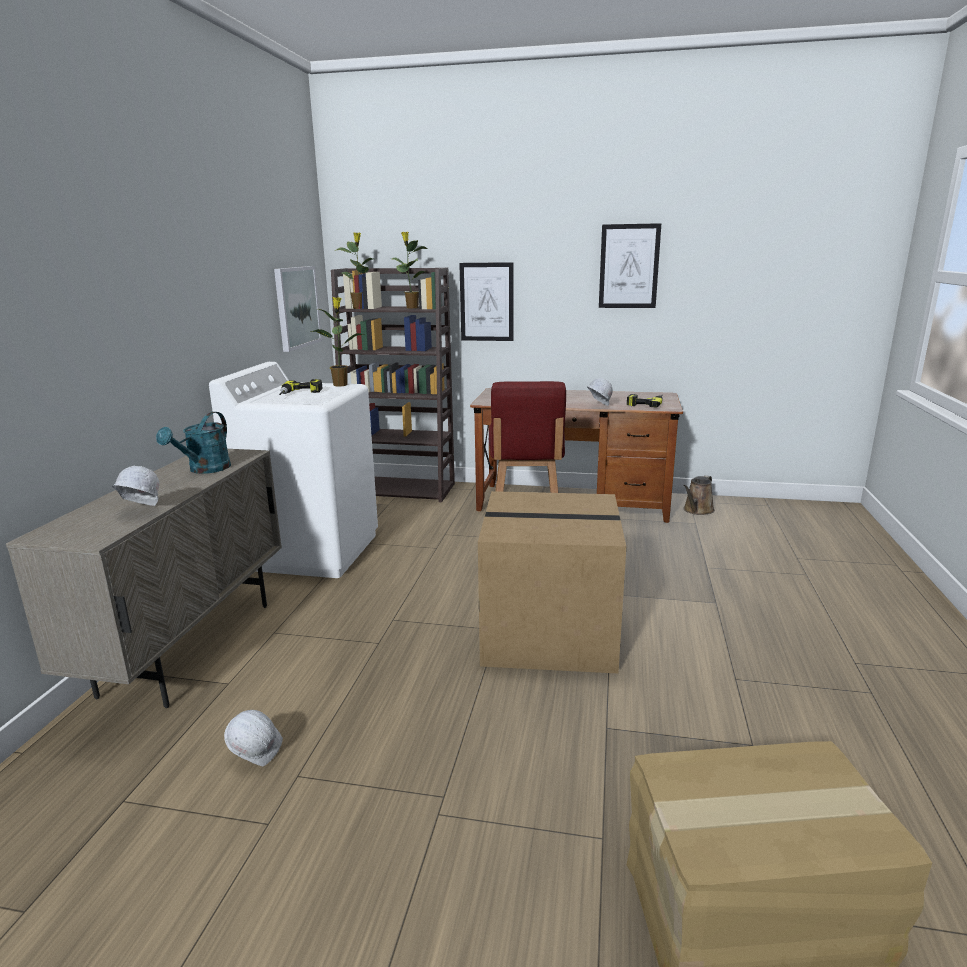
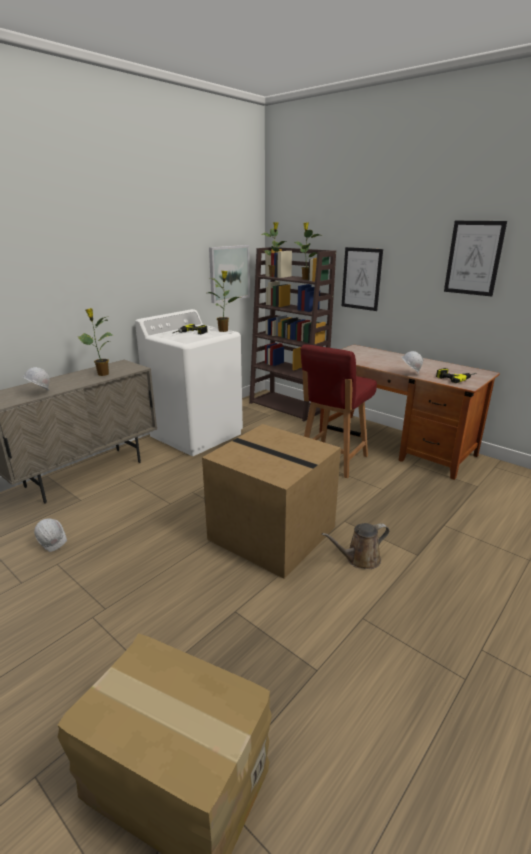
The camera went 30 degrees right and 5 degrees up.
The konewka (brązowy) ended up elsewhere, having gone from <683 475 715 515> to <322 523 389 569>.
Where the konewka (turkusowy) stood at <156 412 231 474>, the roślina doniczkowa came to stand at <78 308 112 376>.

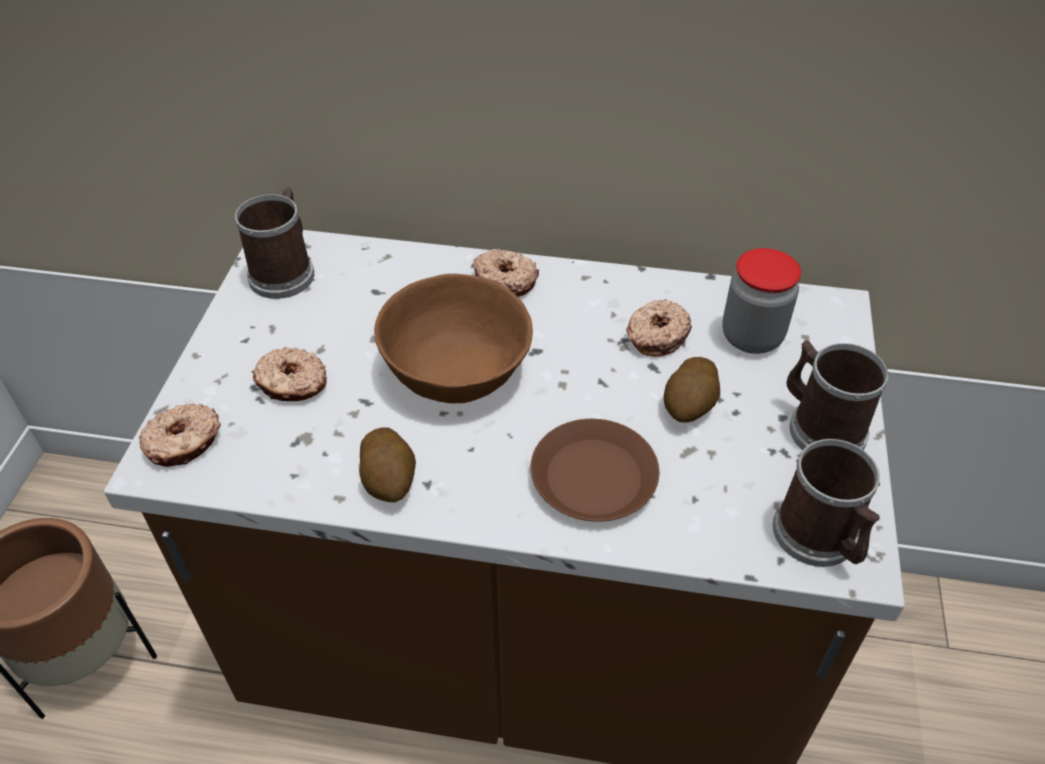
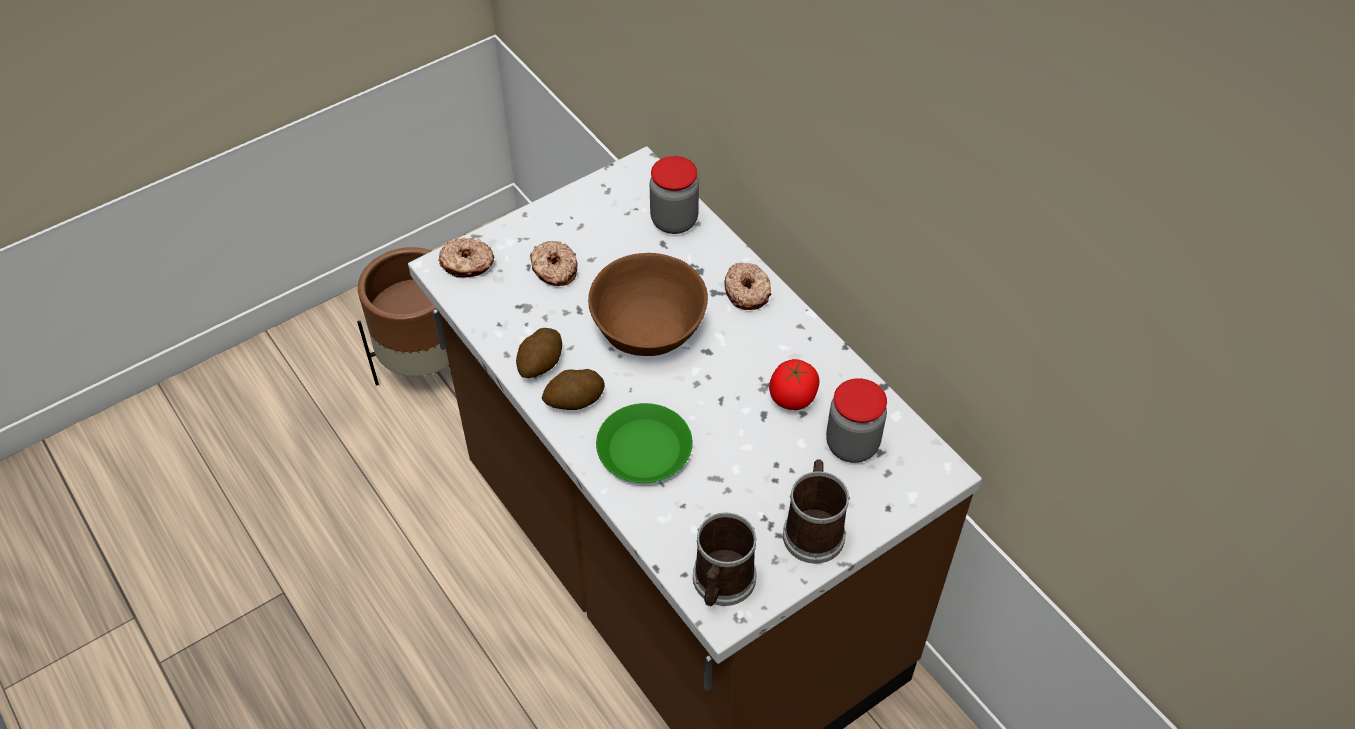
The camera went 45 degrees right and 5 degrees up.
The second view lost the kubek at <235 188 314 299>.
The second view gained the słoik at <650 156 699 234>.
The ziemniak ended up elsewhere, having gone from <664 357 720 423> to <542 369 605 410>.
Where the donut stood at <626 299 692 357>, the pomidor came to stand at <769 359 820 410>.
What was the talerz (brązowy) at <531 419 659 522> turned into the talerz (zielony) at <596 403 693 483>.

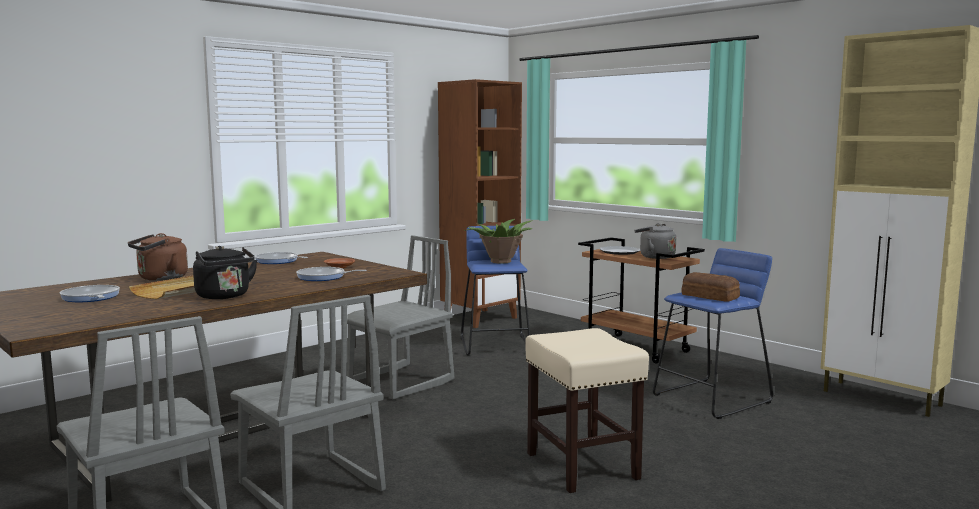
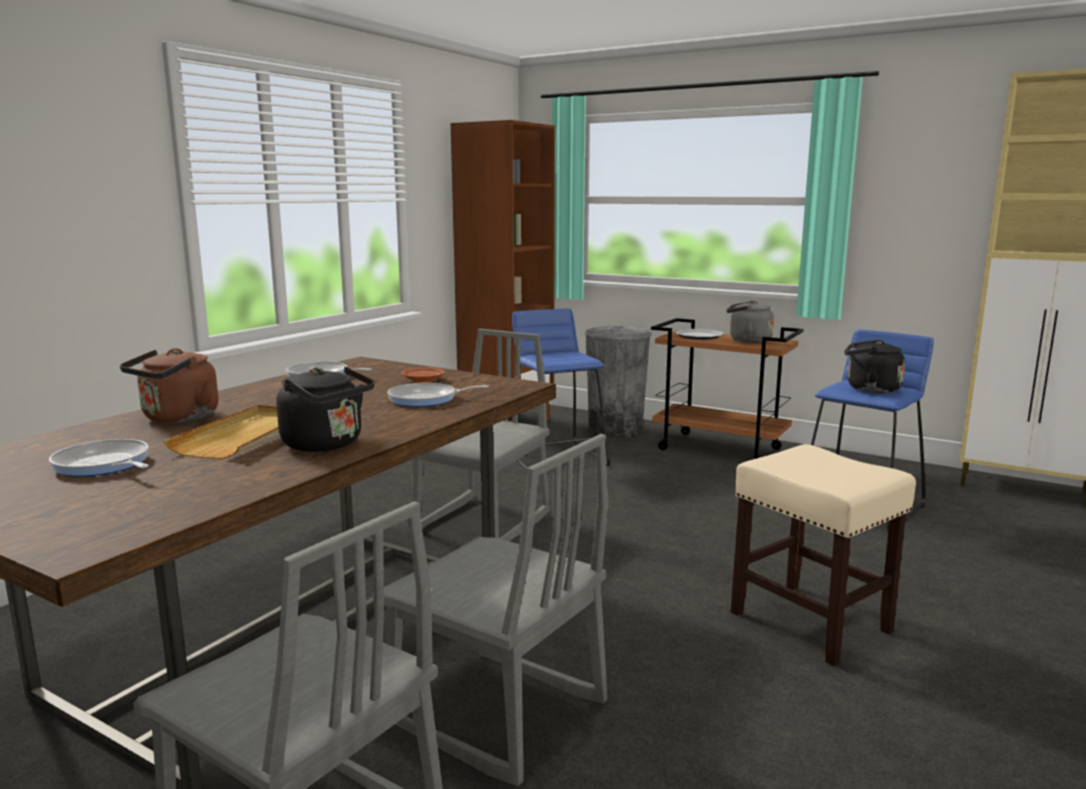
The camera went 15 degrees left and 5 degrees up.
The second view lost the roślina doniczkowa at <464 219 533 264>.
The second view gained the kosz na śmieci (szary) at <584 326 651 439>.
Where the chleb stood at <682 272 740 302>, the czajnik (czarny) came to stand at <844 340 905 393>.

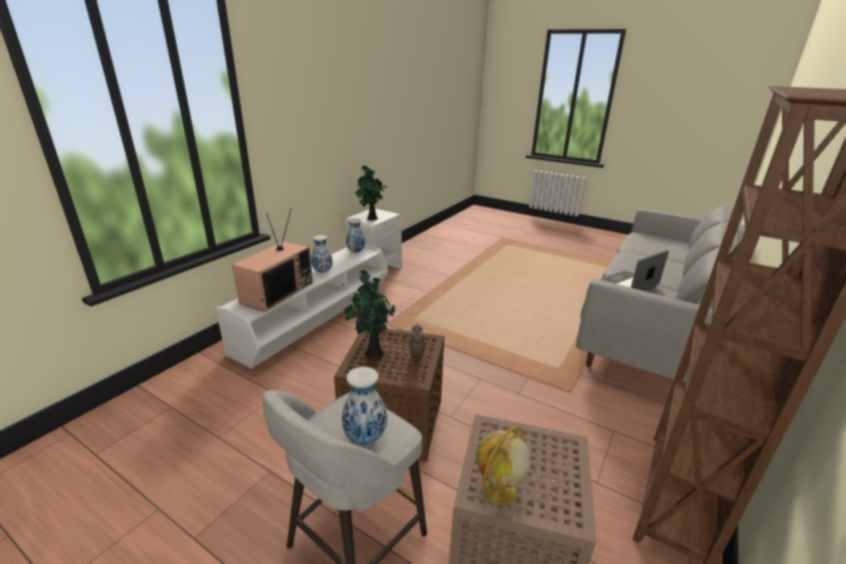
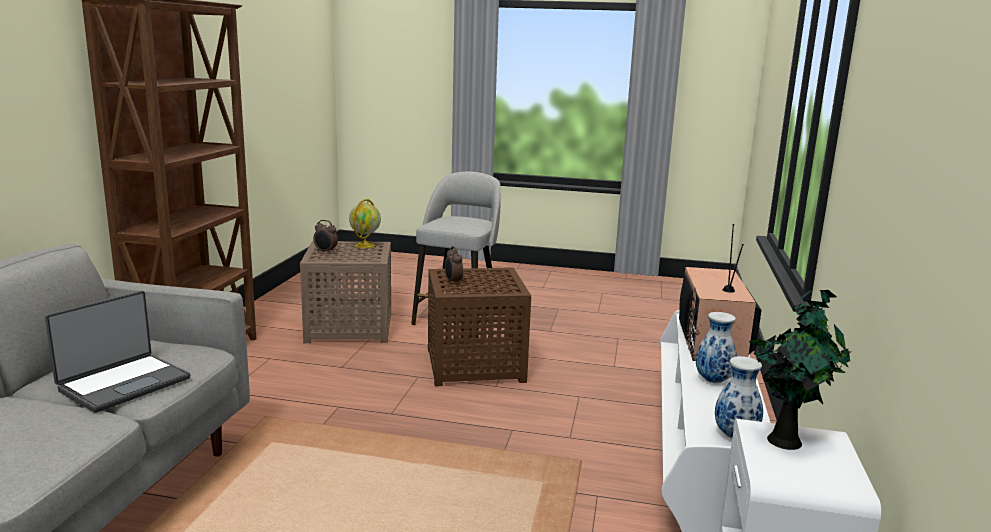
The camera went 160 degrees right and 10 degrees down.
The second view lost the wazon at <342 367 387 444>.
The second view lost the roślina doniczkowa at <344 269 396 360>.
The second view gained the budzik at <313 220 338 254>.

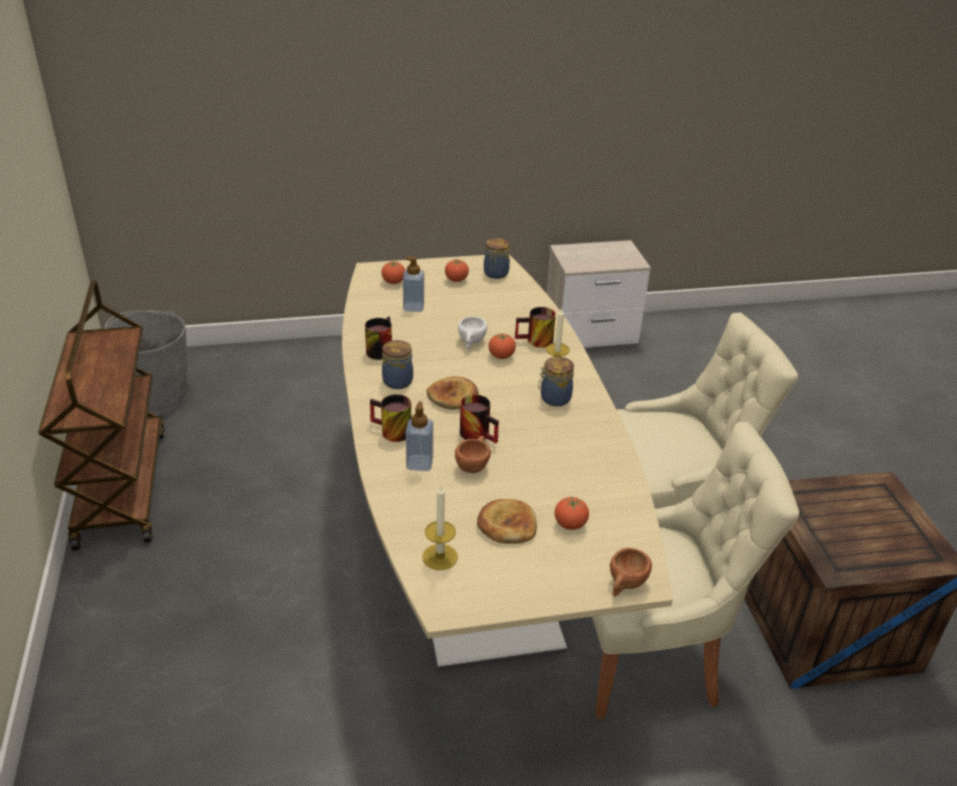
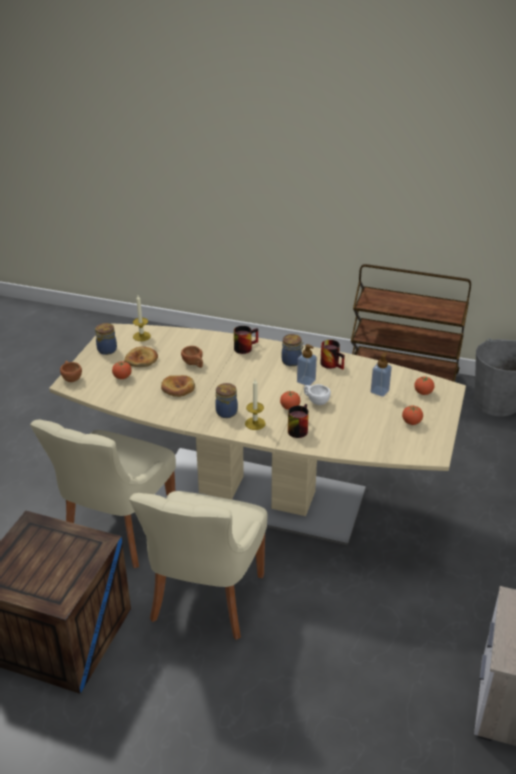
The camera went 120 degrees right and 0 degrees up.
The second view lost the kubek at <460 395 499 444>.
The dozownik mydła ended up elsewhere, having gone from <406 401 433 471> to <297 344 317 386>.
The chleb ended up elsewhere, having gone from <426 376 479 410> to <161 375 195 397>.
The słoik ended up elsewhere, having gone from <484 238 510 279> to <95 323 117 355>.

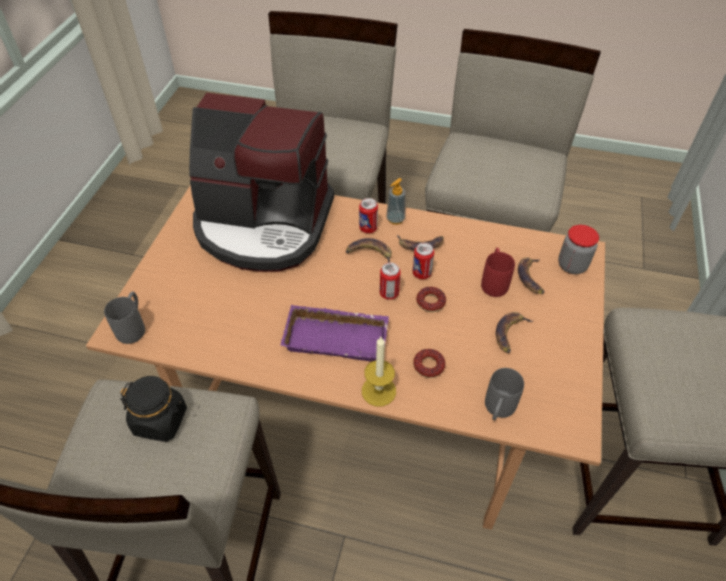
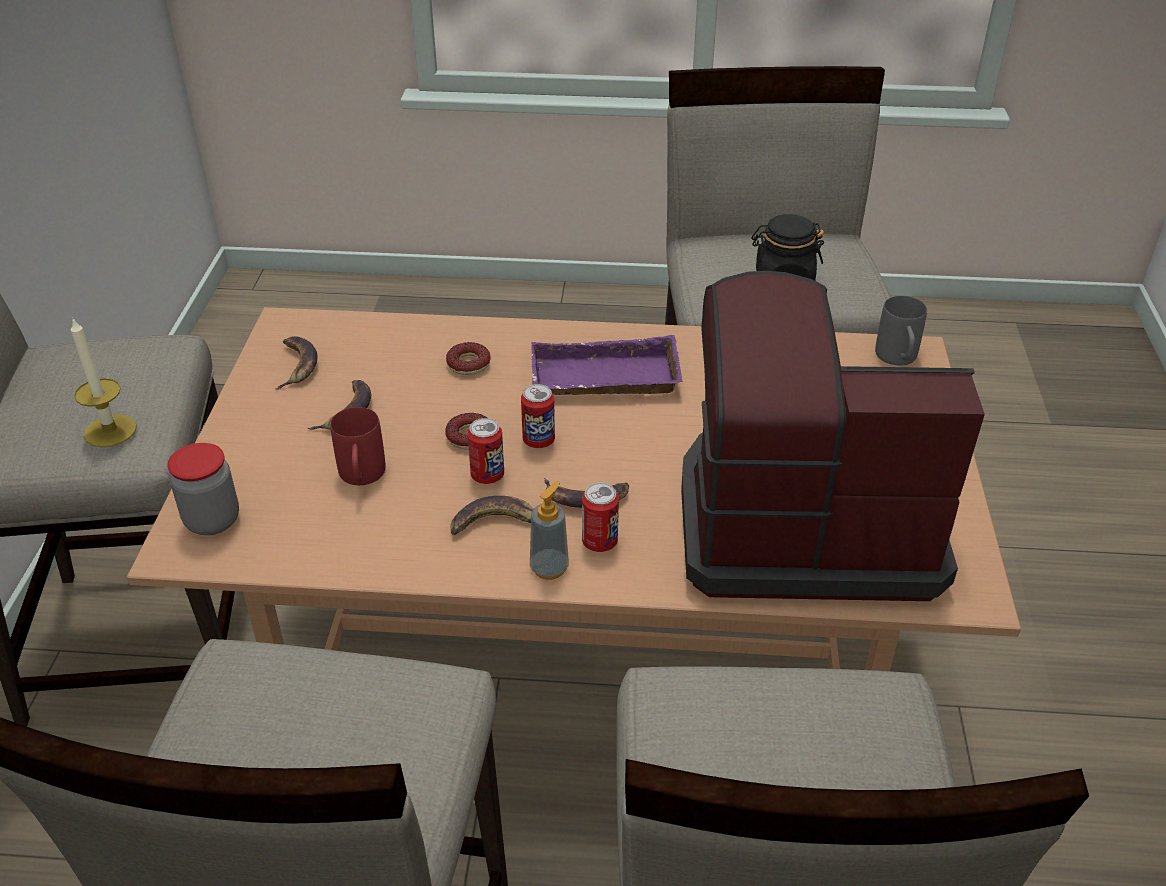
The camera went 170 degrees right and 10 degrees down.
The second view lost the kubek (szary) at <485 368 524 420>.
The świeca ended up elsewhere, having gone from <362 337 396 406> to <71 319 137 447>.
The banan ended up elsewhere, having gone from <518 257 545 294> to <275 336 317 390>.

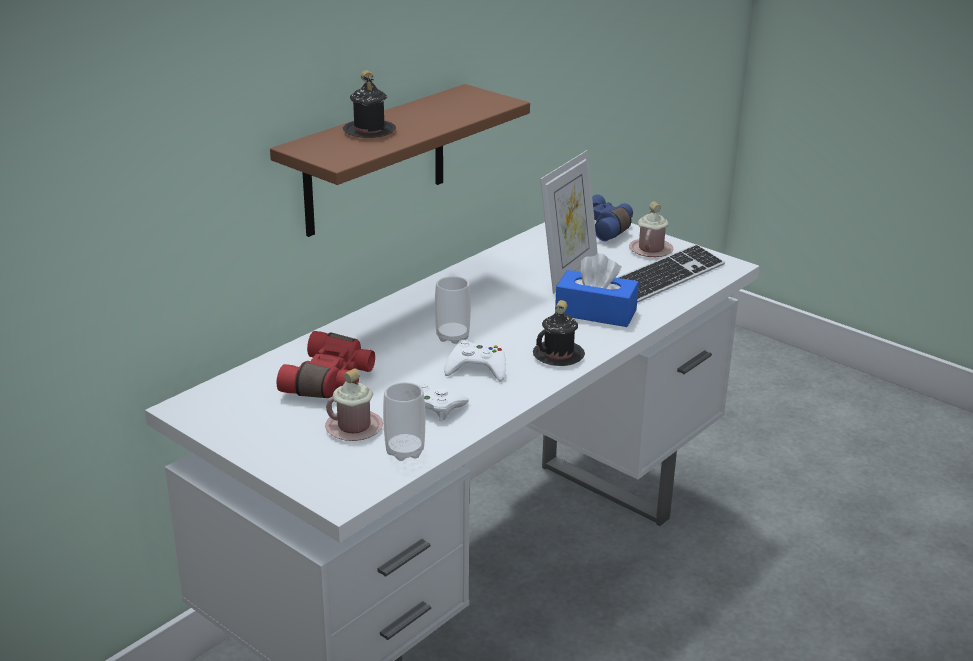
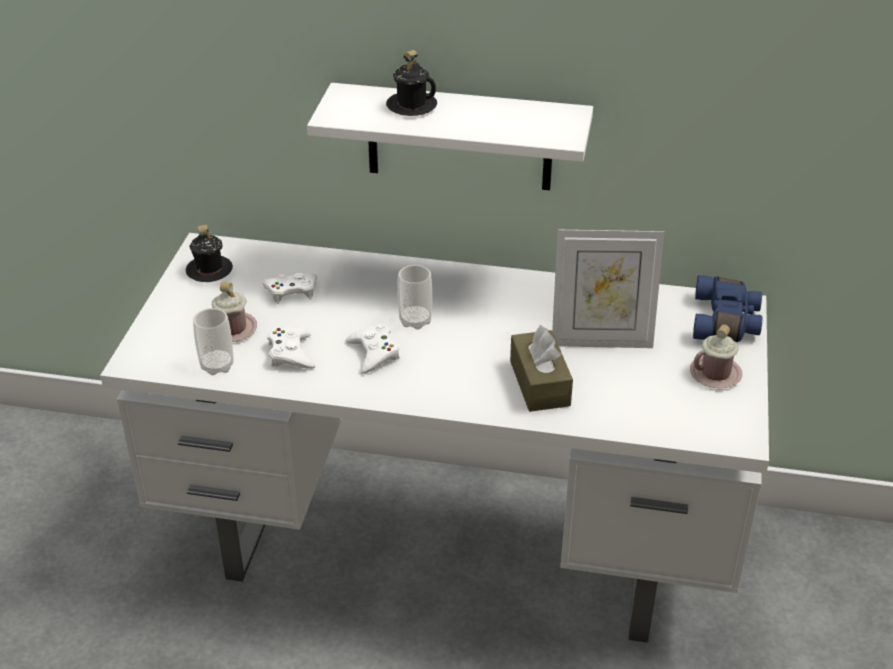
The camera went 60 degrees right and 10 degrees up.
The second view lost the klawiatura at <616 244 725 303>.
The kubek (czarny) ended up elsewhere, having gone from <533 300 585 366> to <186 225 233 282>.
Where the lornetka (czerwony) stood at <277 331 375 398>, the pad do gier (biały) came to stand at <262 273 317 304>.
What was the półka (brązowy) at <270 84 530 237> turned into the półka (biały) at <307 83 593 190>.
What was the pudełko chusteczek (niebieski) at <555 253 639 327> turned into the pudełko chusteczek (brązowy) at <510 325 573 412>.

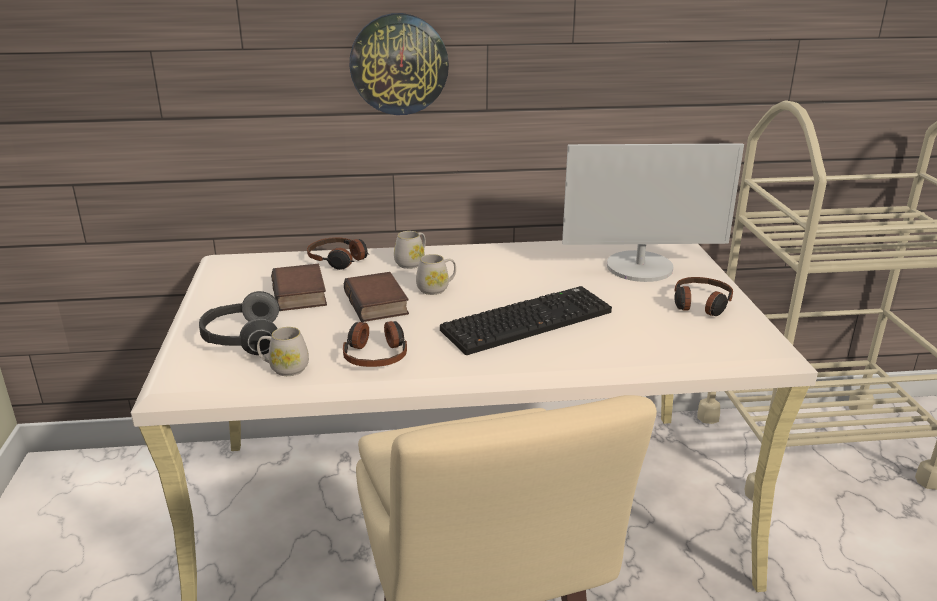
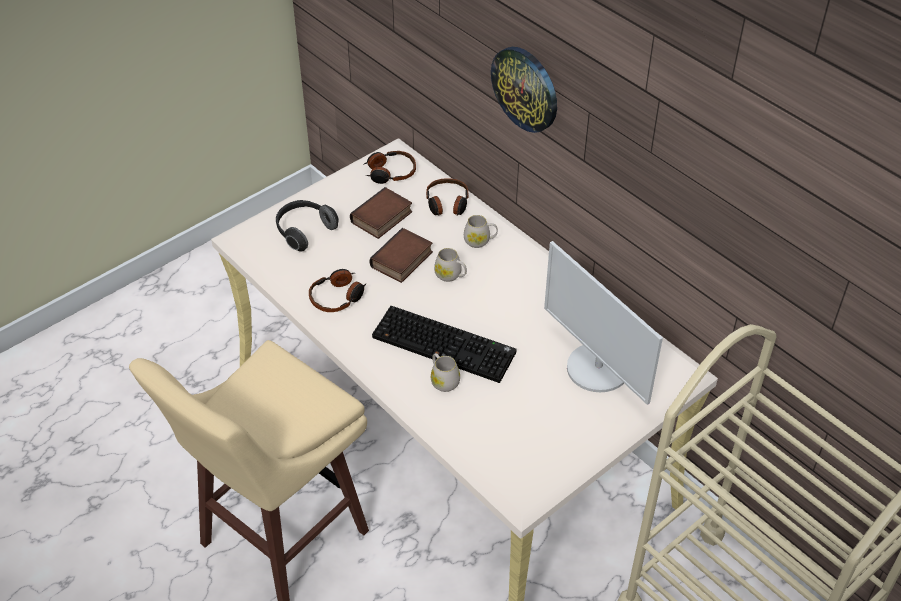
The camera went 55 degrees right and 20 degrees up.
The kubek (biały) ended up elsewhere, having gone from <257 327 309 376> to <431 353 460 392>.
The słuchawki ended up elsewhere, having gone from <674 277 733 316> to <363 151 416 184>.

